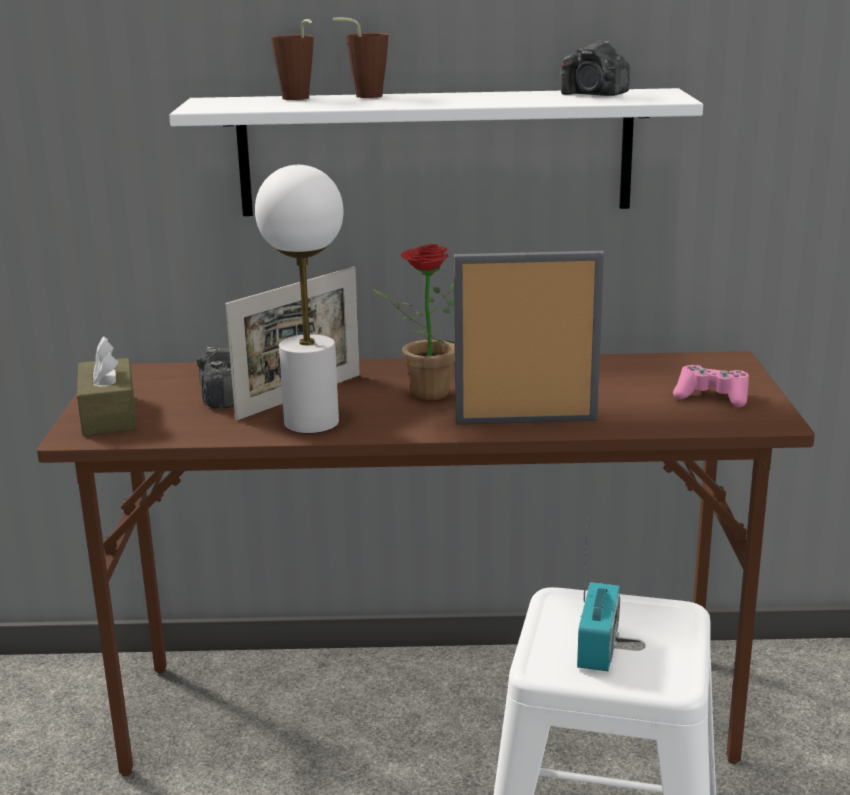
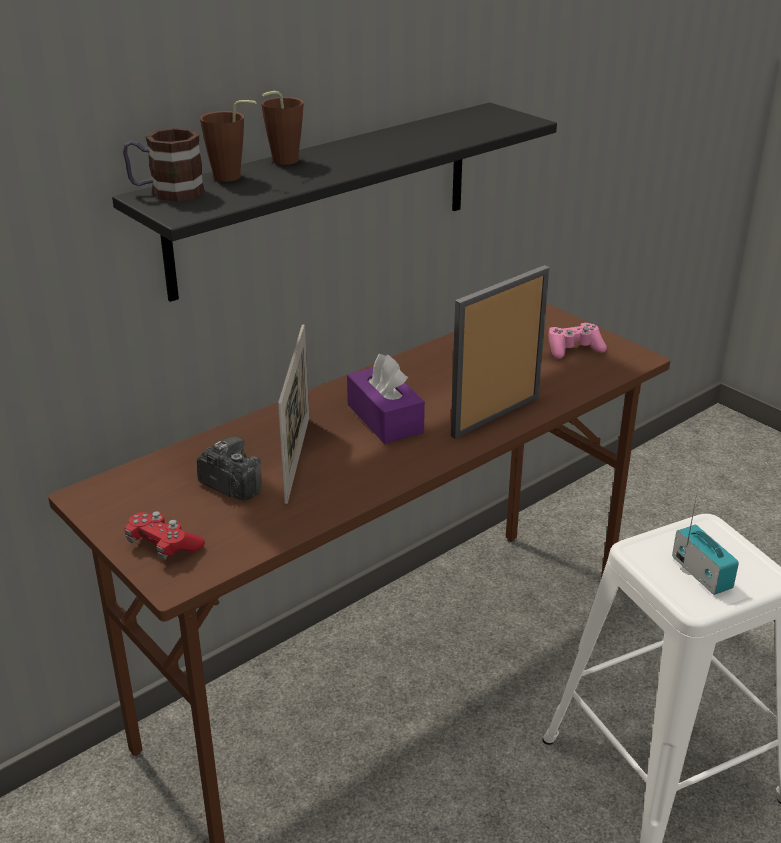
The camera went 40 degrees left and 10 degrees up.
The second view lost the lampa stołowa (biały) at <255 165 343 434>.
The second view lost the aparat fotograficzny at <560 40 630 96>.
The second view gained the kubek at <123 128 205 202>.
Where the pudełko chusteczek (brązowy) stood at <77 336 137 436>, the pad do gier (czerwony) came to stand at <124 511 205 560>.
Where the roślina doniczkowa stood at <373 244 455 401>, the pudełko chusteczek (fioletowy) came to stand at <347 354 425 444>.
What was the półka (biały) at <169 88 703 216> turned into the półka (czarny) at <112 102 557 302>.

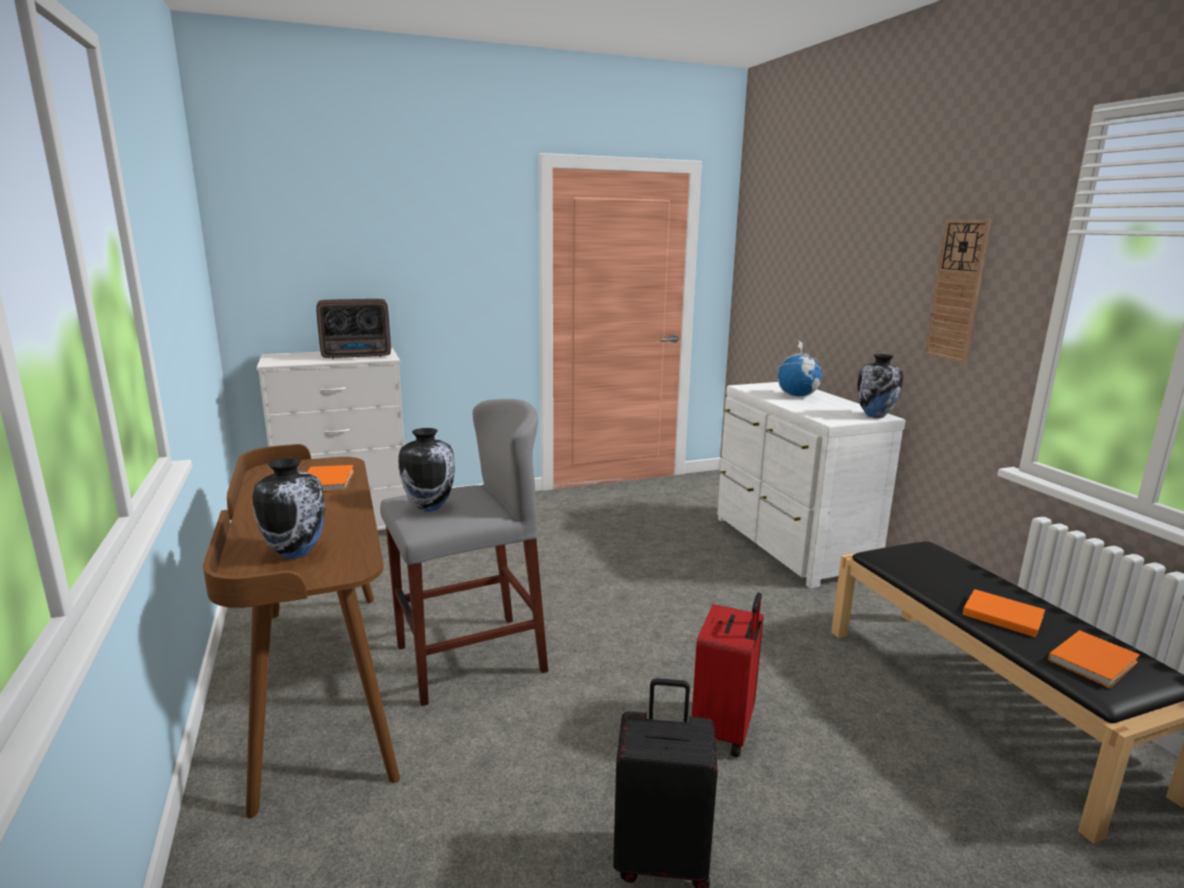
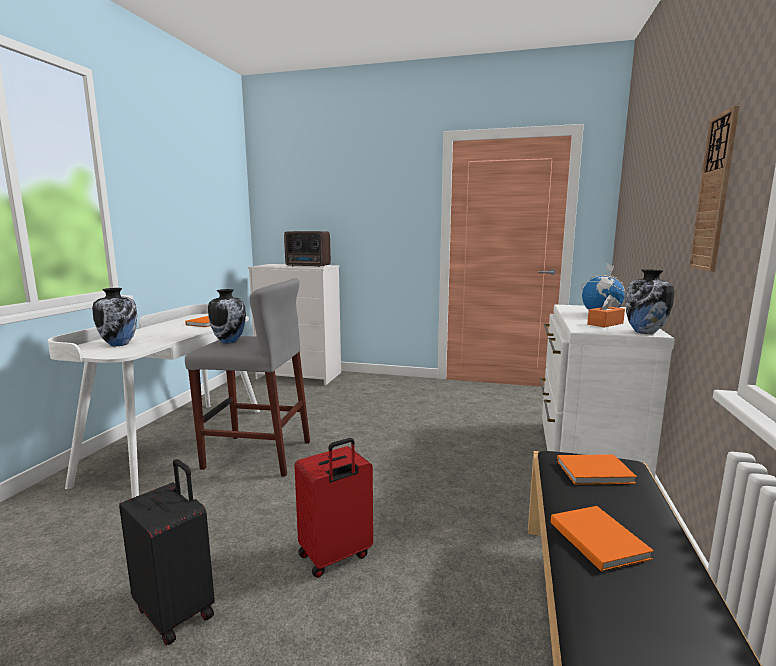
The camera went 35 degrees right and 5 degrees down.
The second view gained the pudełko chusteczek (pomarańczowy) at <587 295 625 328>.
The książka (pomarańczowy) ended up elsewhere, having gone from <1048 630 1140 688> to <557 454 637 485>.
What was the biurko (brązowy) at <203 444 400 818> turned into the biurko (biały) at <48 304 260 498>.

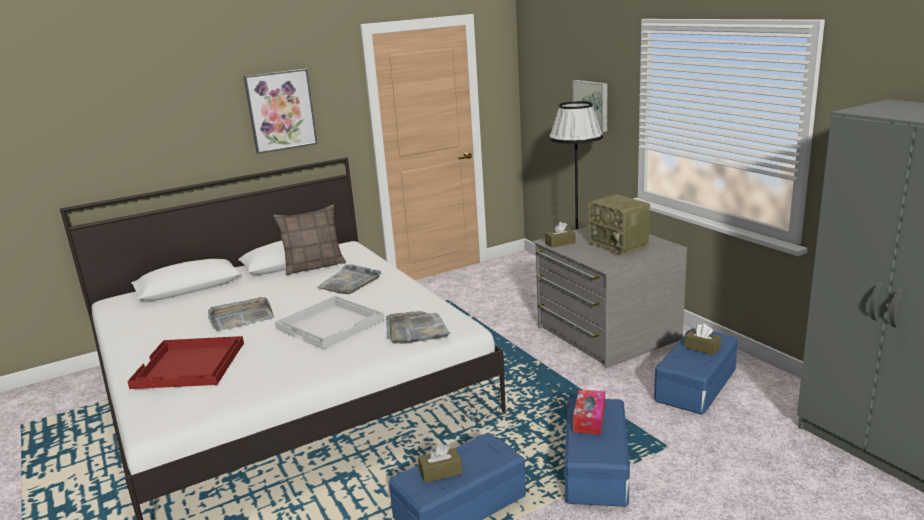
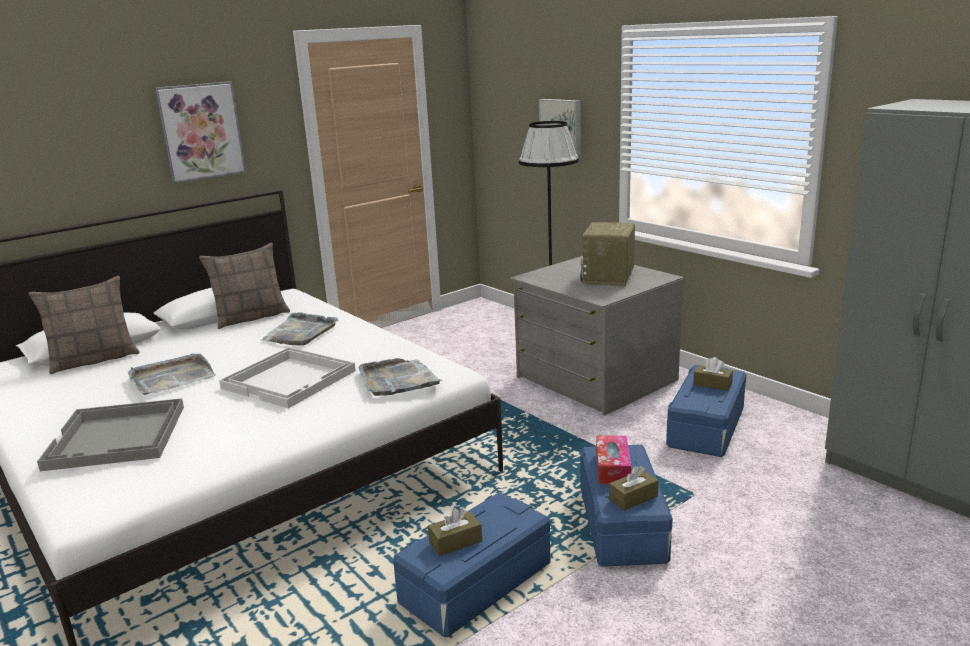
The camera went 10 degrees left and 0 degrees up.
The second view gained the poduszka at <28 276 140 374>.
The pudełko chusteczek (brązowy) ended up elsewhere, having gone from <545 222 575 248> to <609 466 659 511>.
What was the taca (czerwony) at <127 336 244 389> turned into the taca (szary) at <37 398 184 471>.
The radio at <588 194 650 256> ended up facing another way, 60 degrees clockwise from before.

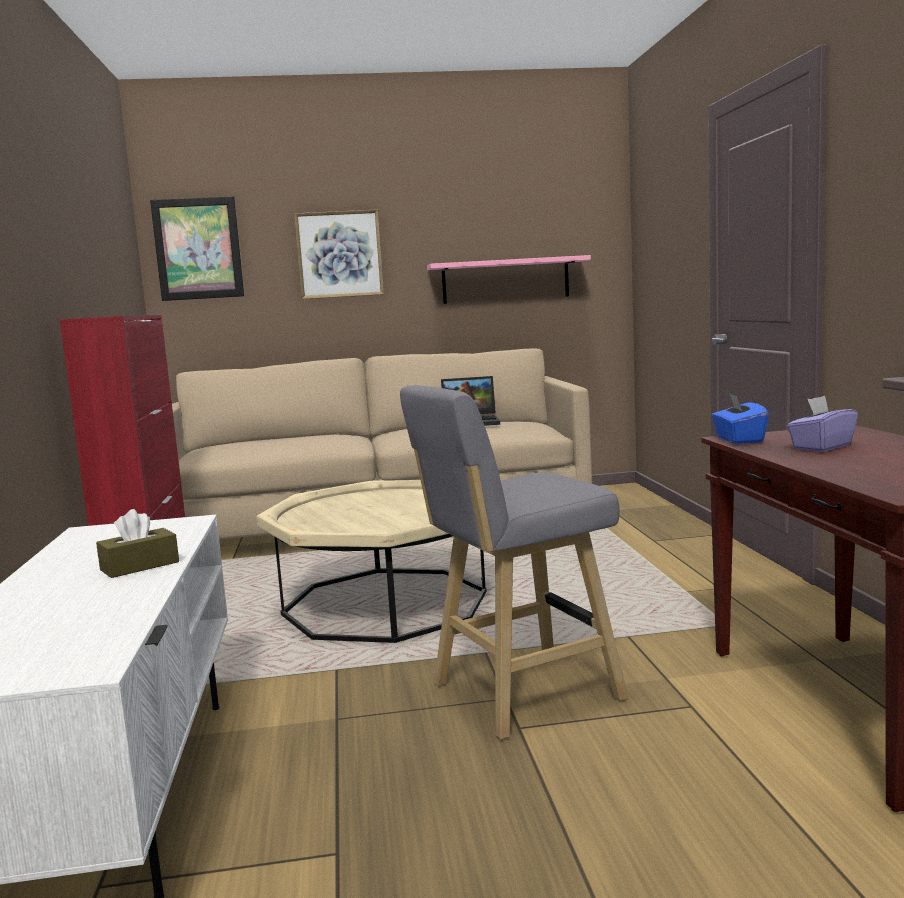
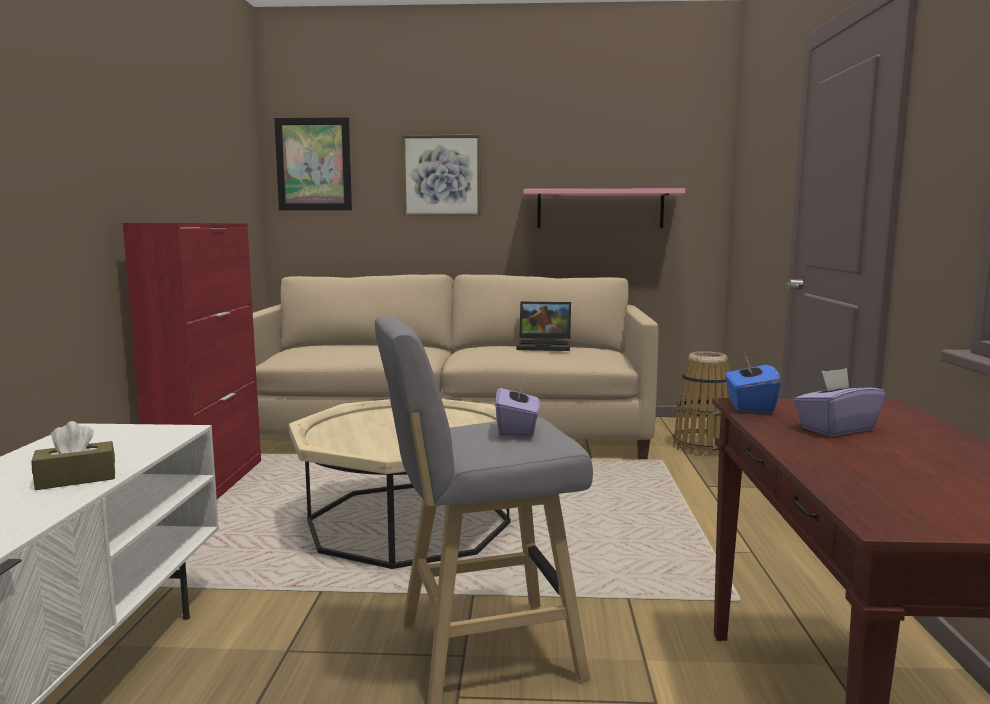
The camera went 10 degrees right and 0 degrees up.
The second view gained the pudełko chusteczek (fioletowy) at <495 378 540 437>.
The second view gained the koszyk at <673 351 730 456>.

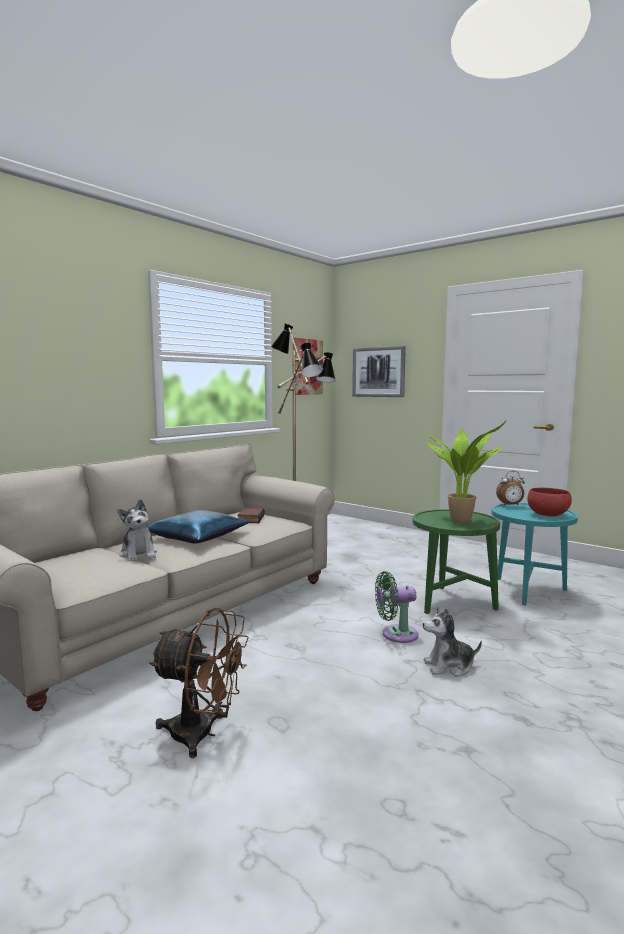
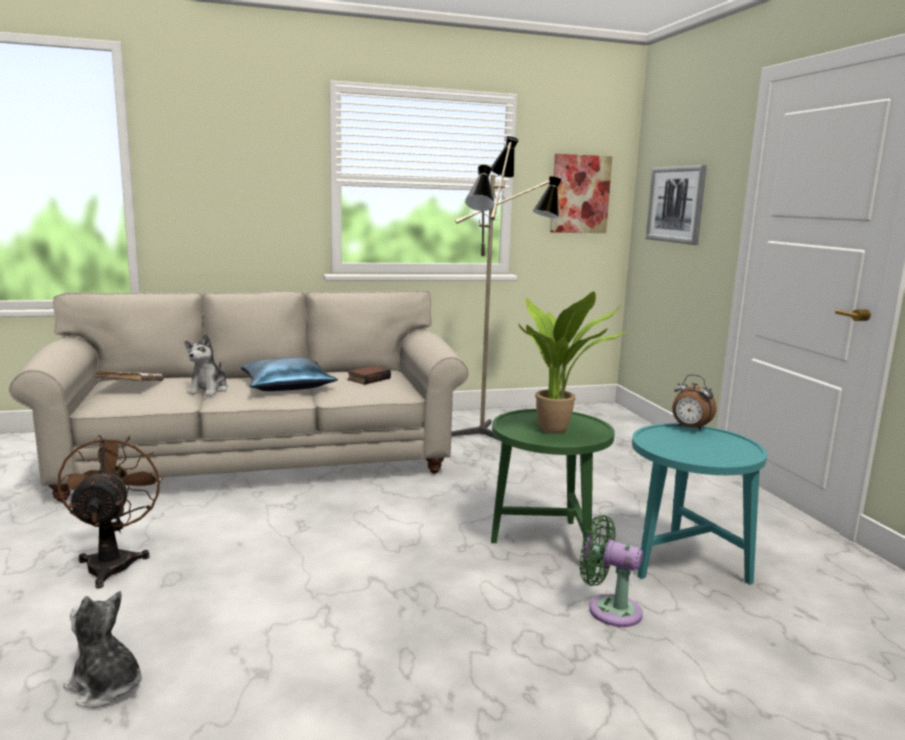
The camera went 35 degrees right and 5 degrees up.
The second view lost the miska (czerwony) at <527 488 572 516>.
The second view gained the książka (biały) at <93 370 164 381>.
The wentylator (zielony) ended up elsewhere, having gone from <375 571 419 643> to <580 515 643 627>.
The pluszak ended up elsewhere, having gone from <423 607 482 677> to <63 591 142 708>.
The wentylator (brązowy) at <149 607 249 758> ended up facing another way, 150 degrees counterclockwise from before.

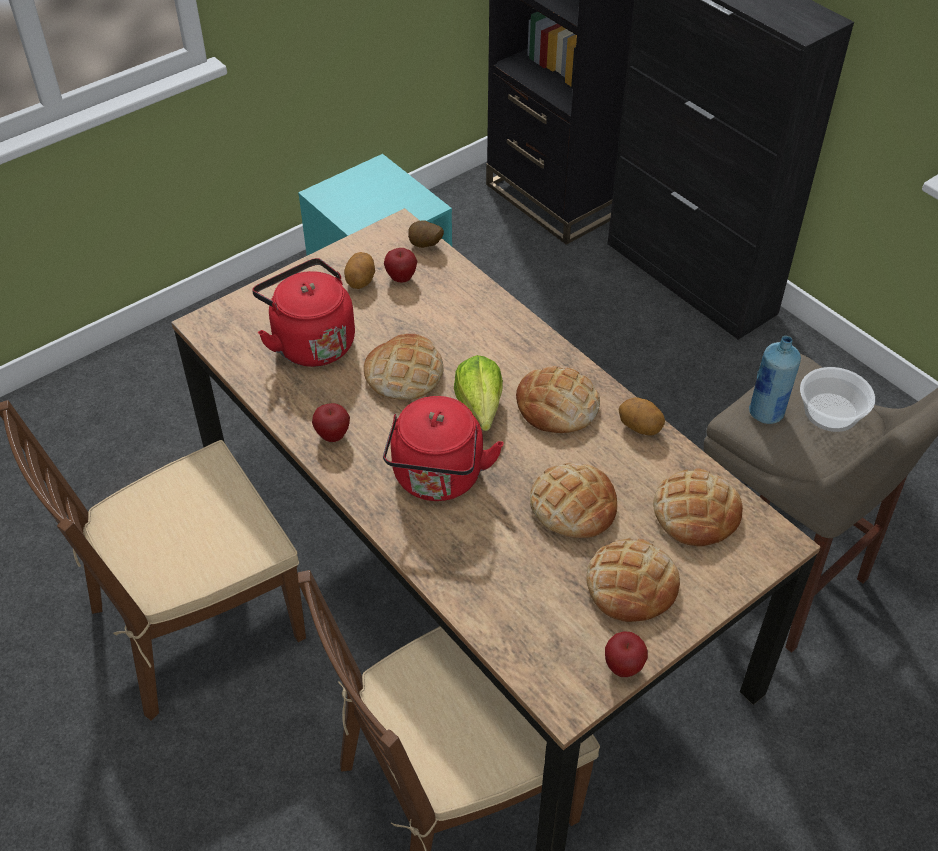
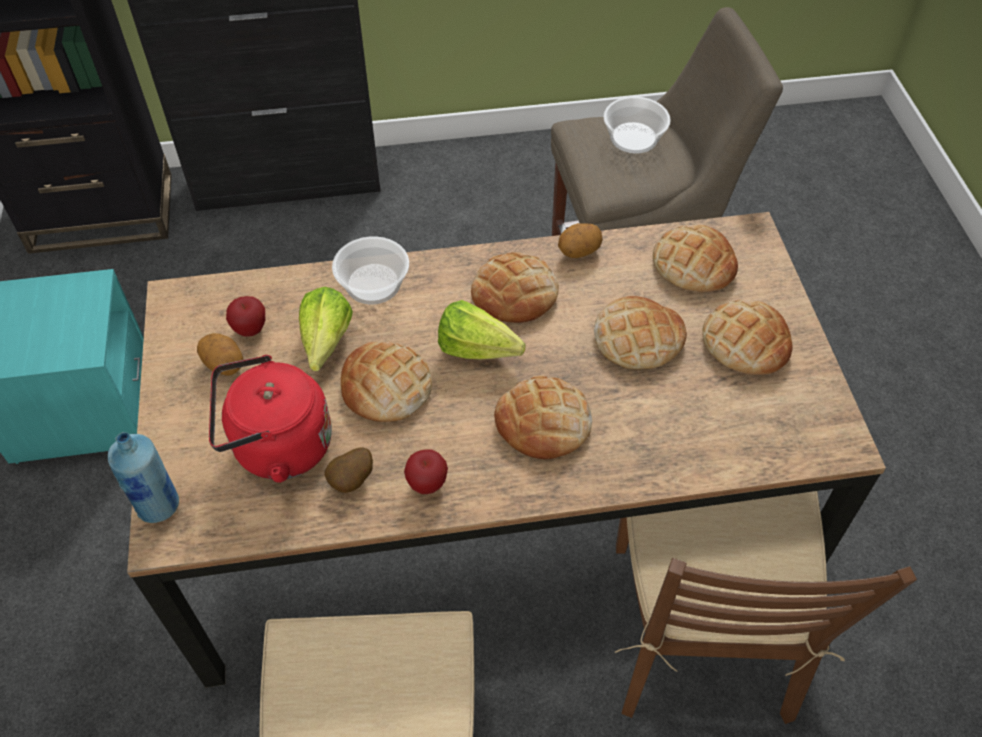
The camera went 60 degrees left and 5 degrees up.
The second view lost the jabłko at <605 631 648 677>.
The second view gained the sałata at <299 287 353 371>.
The second view gained the miska at <332 236 409 304>.
The ziemniak ended up elsewhere, having gone from <408 221 444 248> to <324 447 373 493>.
The butelka (niebieski) ended up elsewhere, having gone from <749 336 801 424> to <108 432 179 523>.
Where the czajnik (czerwony) stood at <383 396 504 501>, the chleb came to stand at <494 376 592 459>.

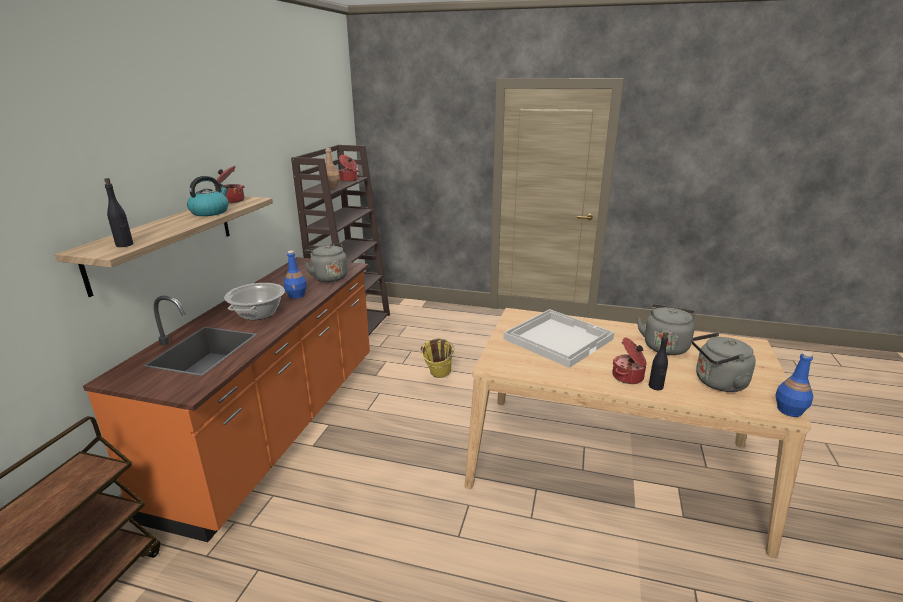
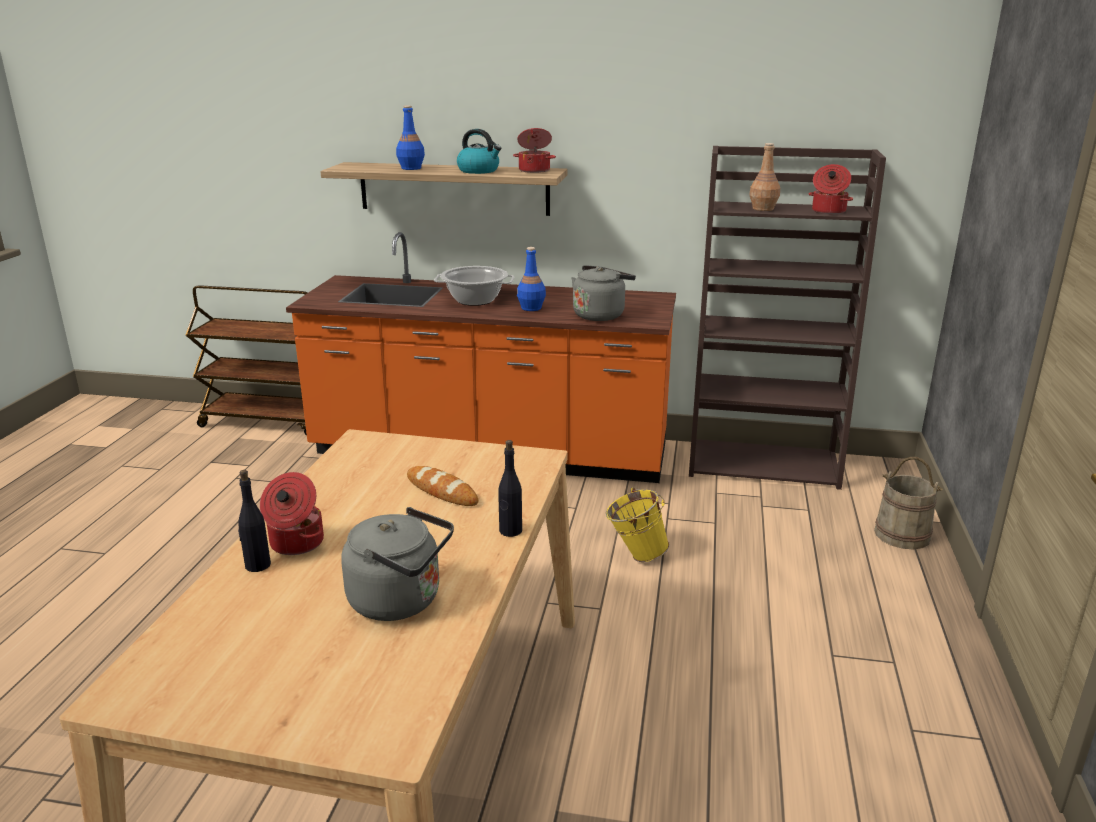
The camera went 85 degrees right and 0 degrees up.
The second view lost the czajnik (szary) at <692 332 756 392>.
The second view gained the wiadro (beżowy) at <874 457 943 549>.
The butelka (czarny) ended up elsewhere, having gone from <104 178 133 247> to <498 440 522 537>.
The butelka (niebieski) ended up elsewhere, having gone from <775 351 813 417> to <396 105 425 170>.
Where the taca (biały) stood at <504 309 614 368>, the chleb came to stand at <407 466 479 506>.

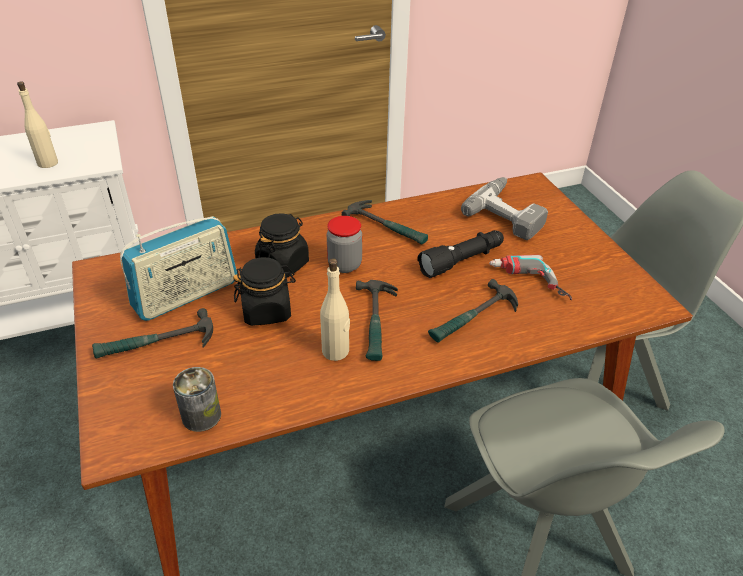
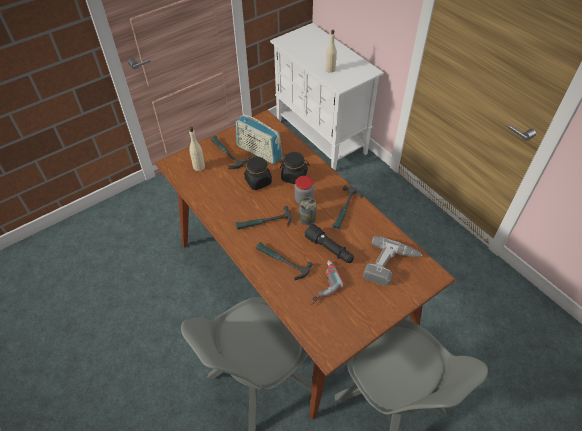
The camera went 75 degrees right and 10 degrees up.
The puszka ended up elsewhere, having gone from <173 367 221 432> to <299 197 317 225>.
The butelka (beżowy) ended up elsewhere, having gone from <320 258 350 361> to <189 127 205 171>.

